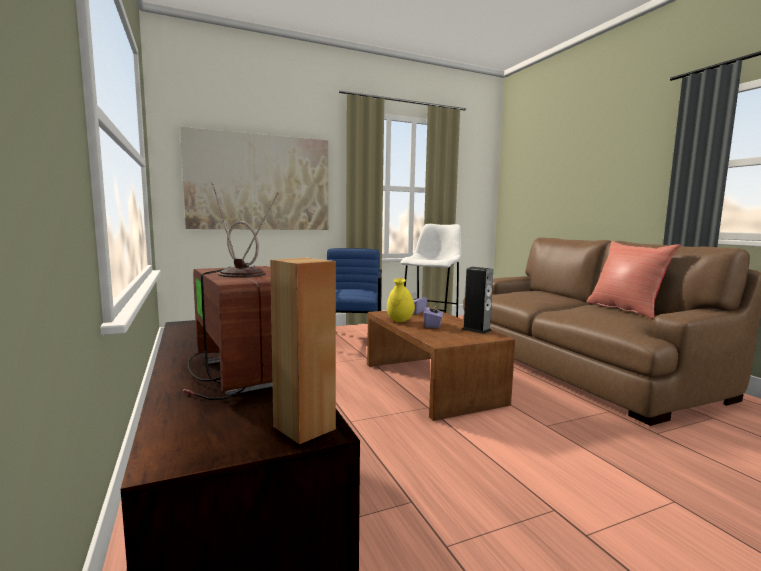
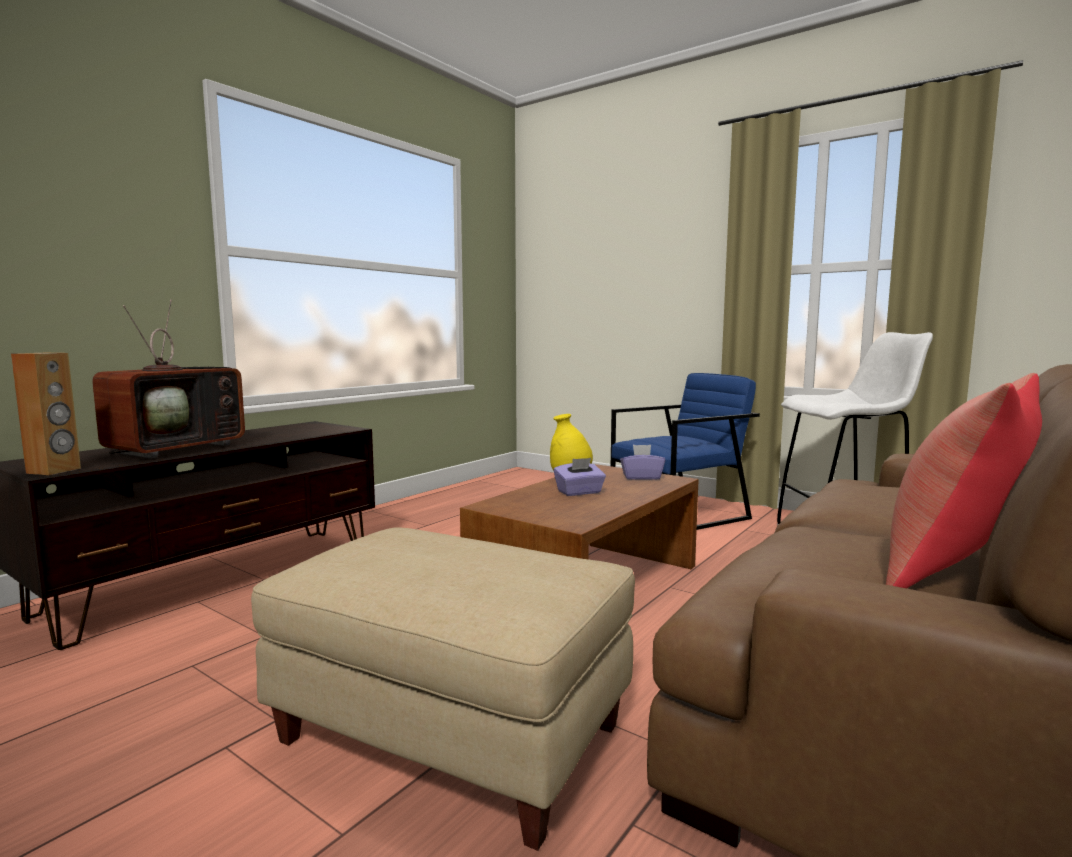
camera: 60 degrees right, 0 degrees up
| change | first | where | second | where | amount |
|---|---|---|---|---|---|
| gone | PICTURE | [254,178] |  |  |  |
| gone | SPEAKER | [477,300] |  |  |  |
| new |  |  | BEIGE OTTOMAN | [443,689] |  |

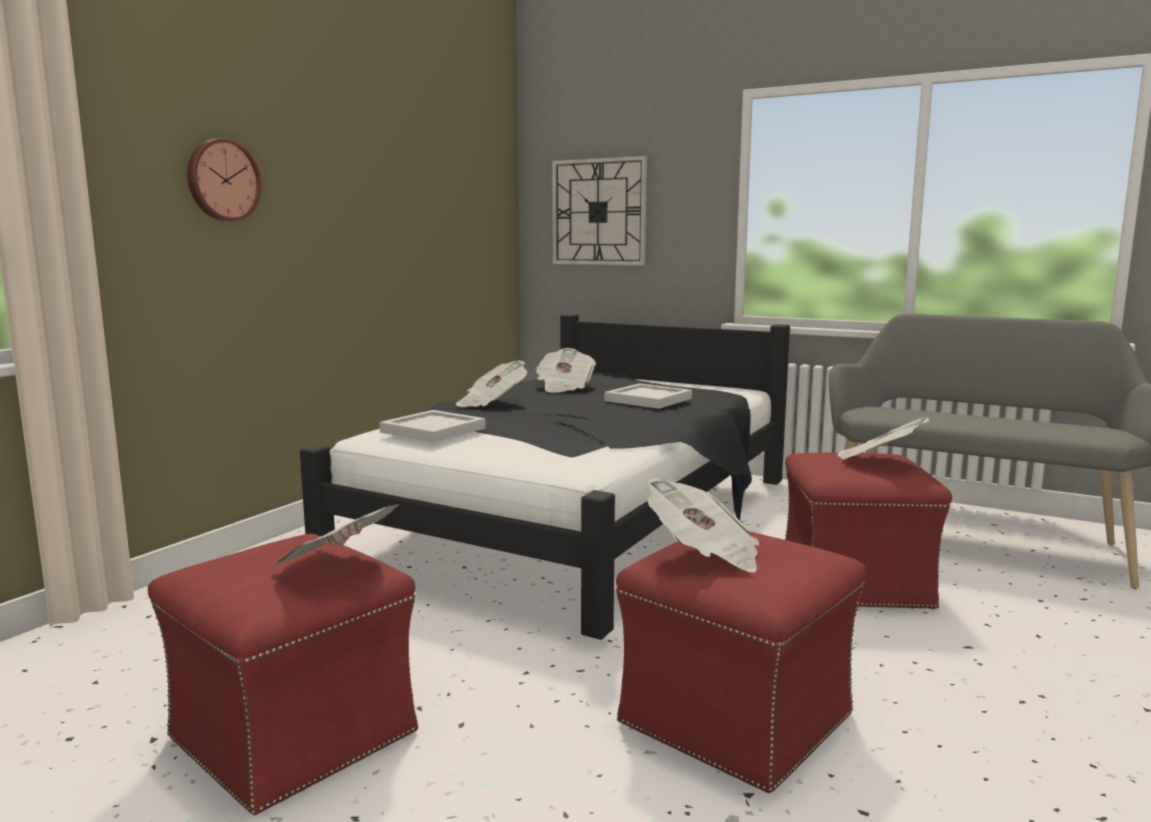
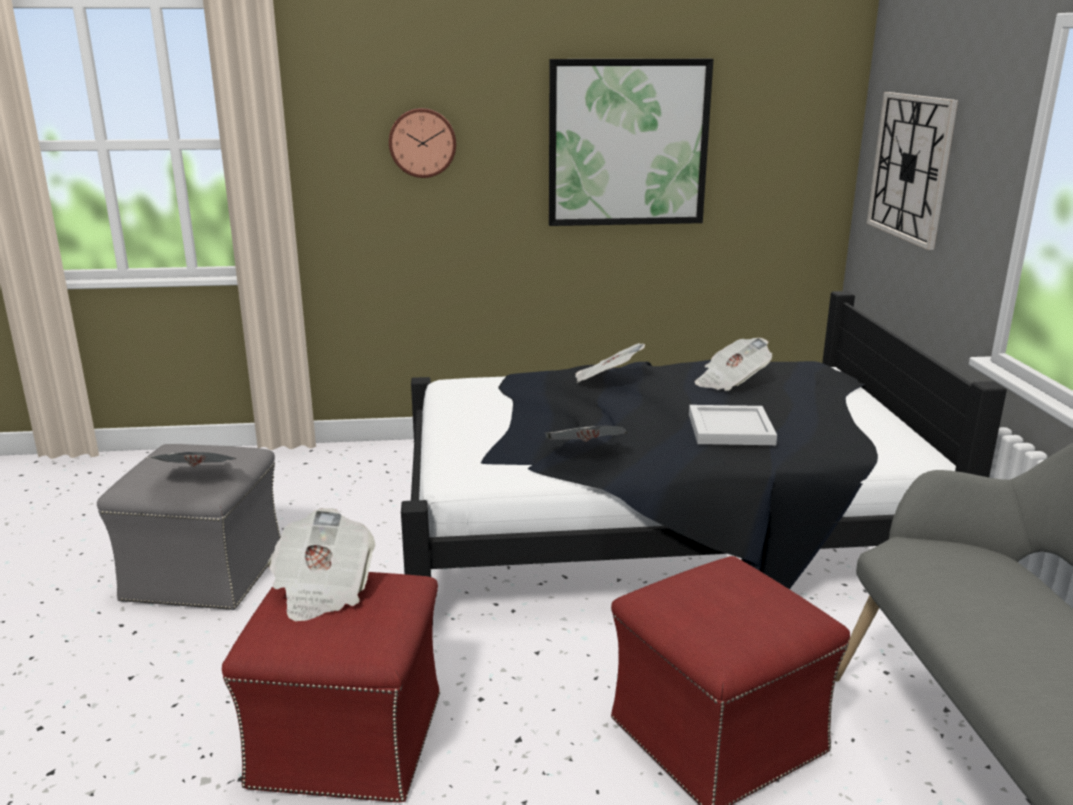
camera: 55 degrees right, 10 degrees up
| change | first | where | second | where | amount |
|---|---|---|---|---|---|
| gone | WHITE TRAY | [432,426] |  |  |  |
| shifted | NEWSPAPER | [883,439] |  | [587,434] |  |
| repainted | RED OTTOMAN | [283,674] | GREY OTTOMAN | [189,527] |  |
| new |  |  | PICTURE | [631,142] |  |

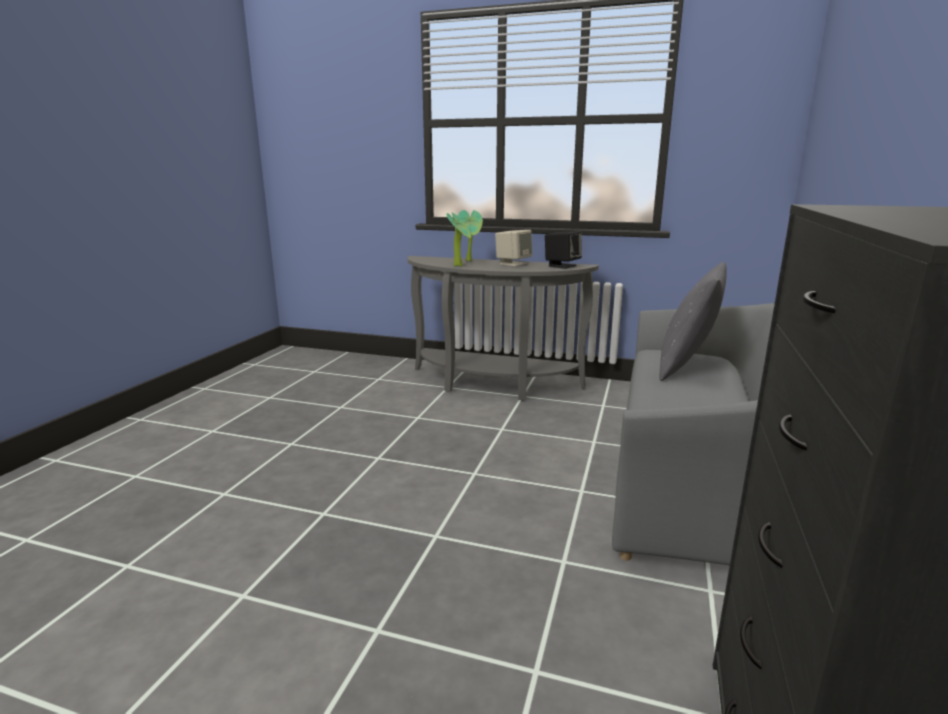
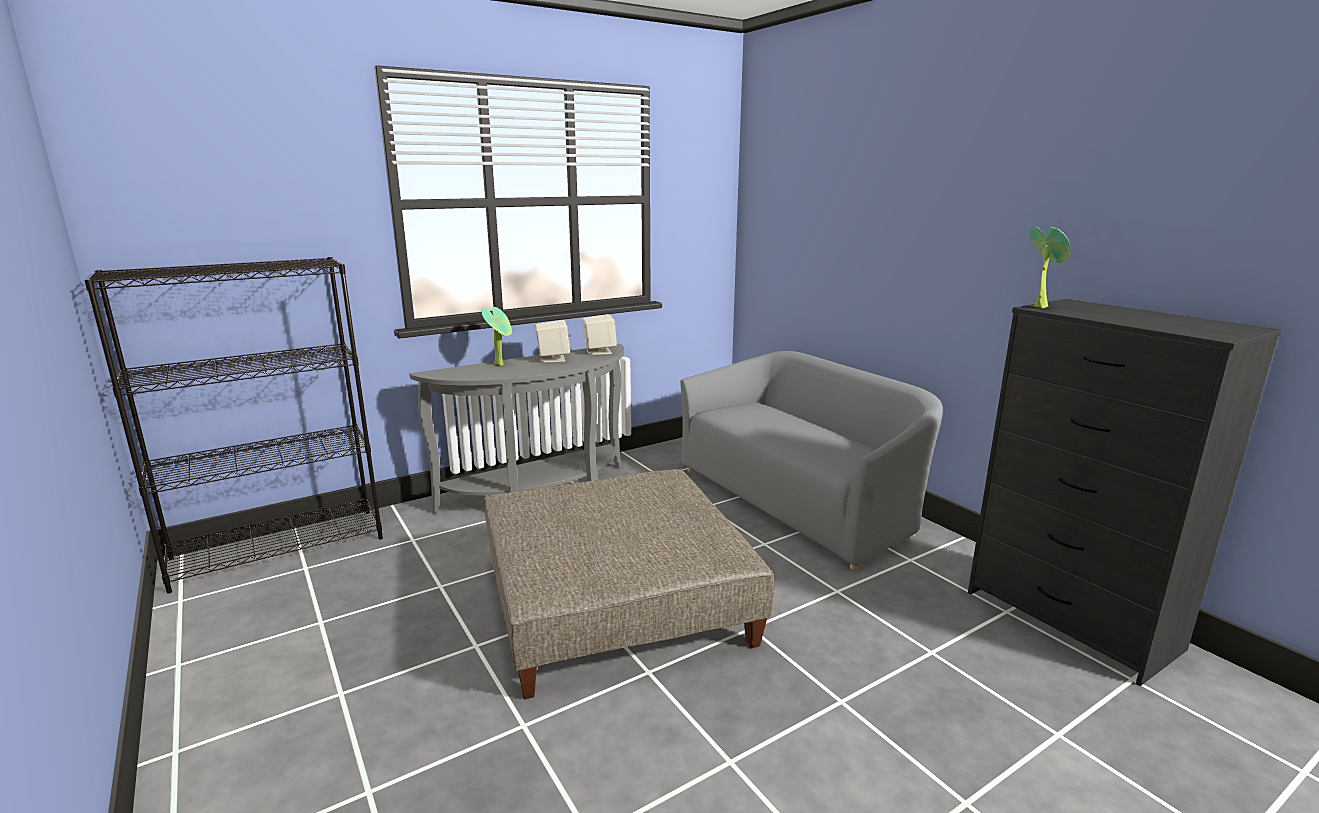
camera: 50 degrees left, 0 degrees up
| change | first | where | second | where | amount |
|---|---|---|---|---|---|
| shifted | POTTED PLANT | [458,239] |  | [1049,267] |  |
| repainted | BLACK SPEAKER | [563,250] | BEIGE SPEAKER | [599,334] |  |
| gone | GREY PILLOW | [693,321] |  |  |  |
| new |  |  | BLACK BOOKCASE | [233,425] |  |
| new |  |  | BEIGE OTTOMAN | [629,584] |  |

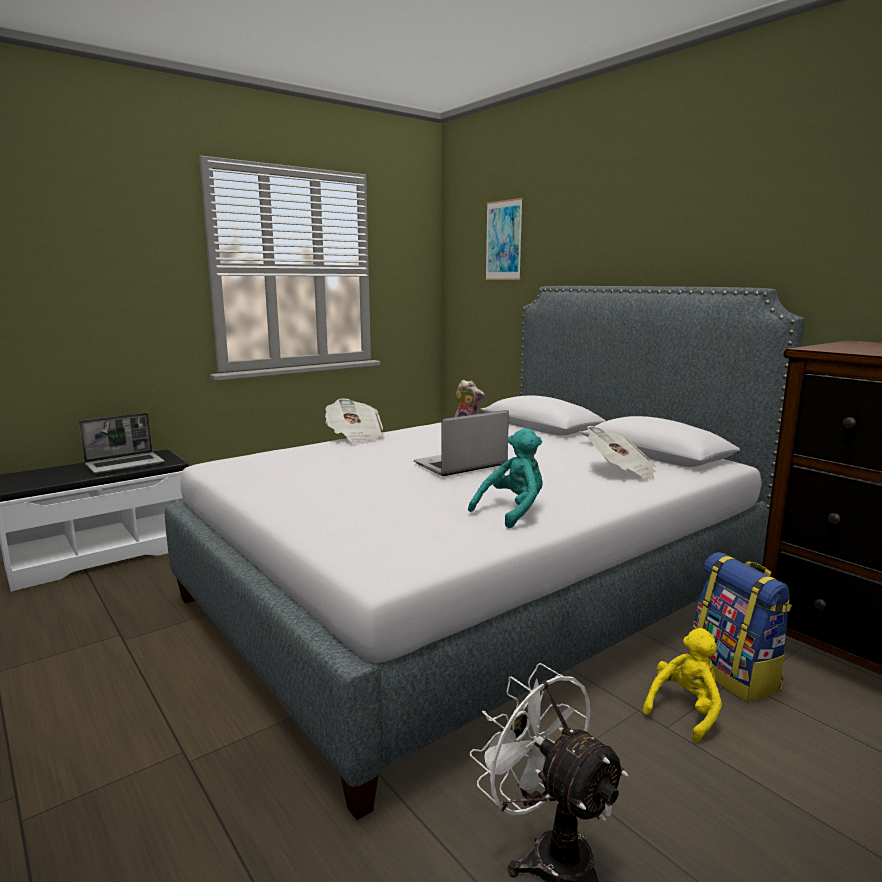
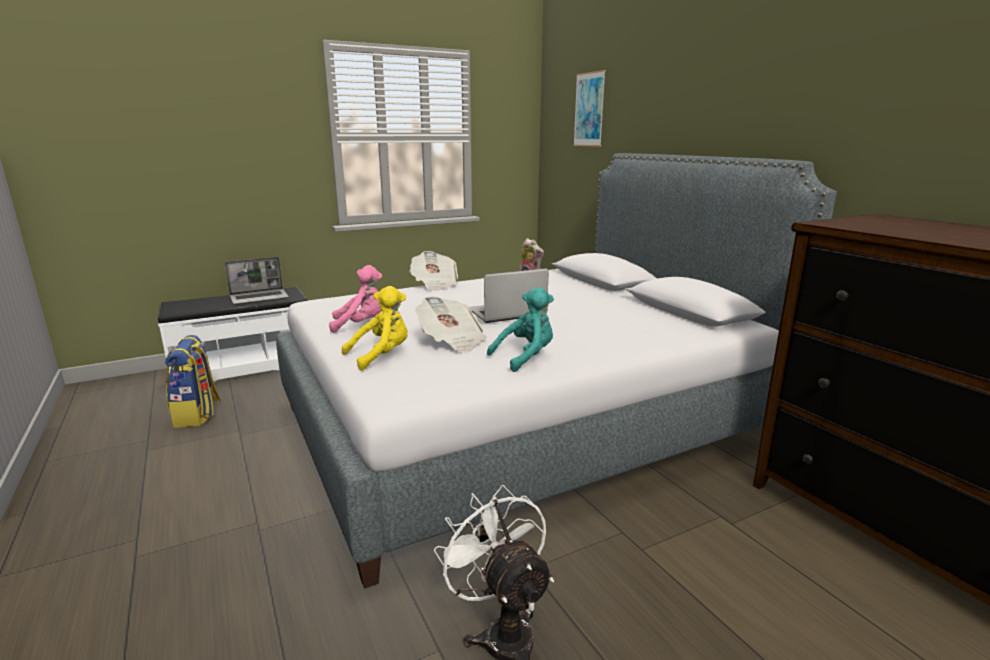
camera: 10 degrees right, 5 degrees up
| change | first | where | second | where | amount |
|---|---|---|---|---|---|
| shifted | NEWSPAPER | [621,453] |  | [451,324] |  |
| shifted | BACKPACK | [742,627] |  | [193,381] |  |
| shifted | YELLOW PLUSH TOY | [682,685] |  | [375,328] |  |
| new |  |  | PINK PLUSH TOY | [355,299] |  |

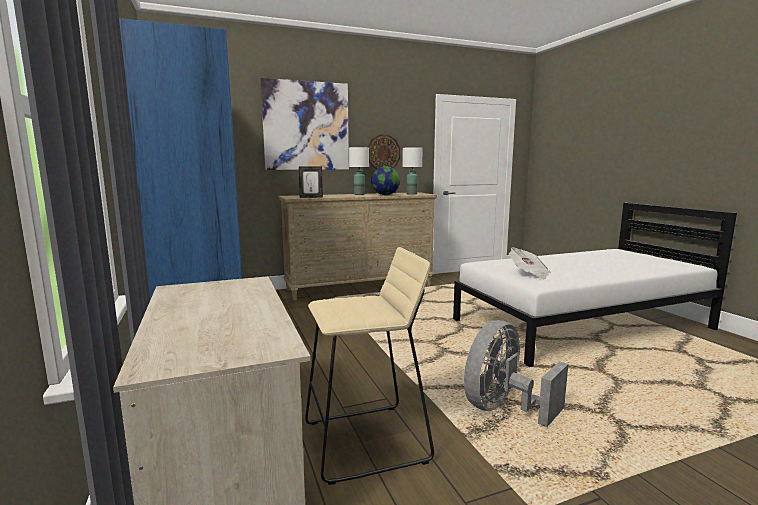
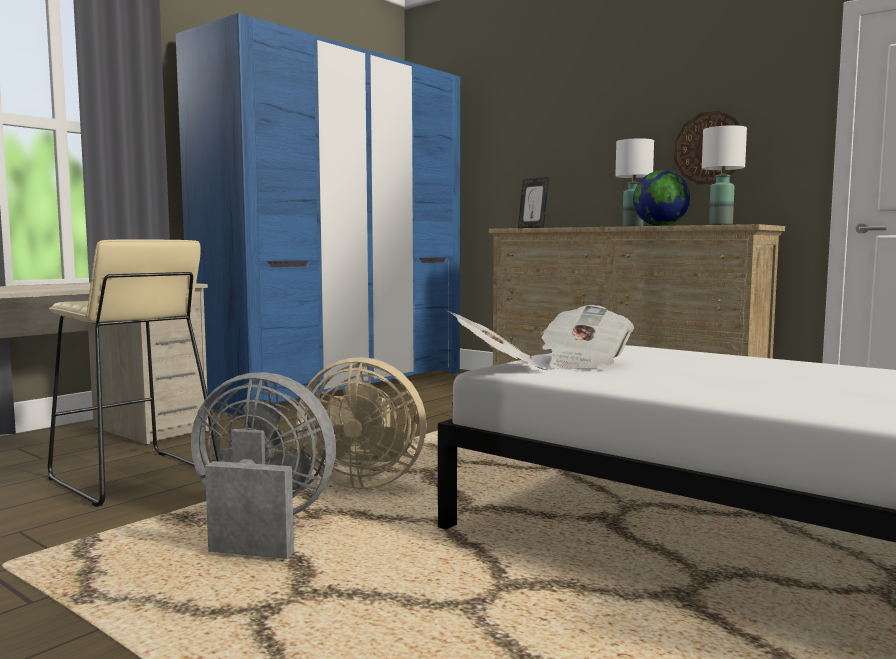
camera: 60 degrees right, 5 degrees down
| change | first | where | second | where | amount |
|---|---|---|---|---|---|
| gone | PICTURE | [305,124] |  |  |  |
| new |  |  | NEWSPAPER | [497,340] |  |
| new |  |  | BEIGE FAN | [361,423] |  |

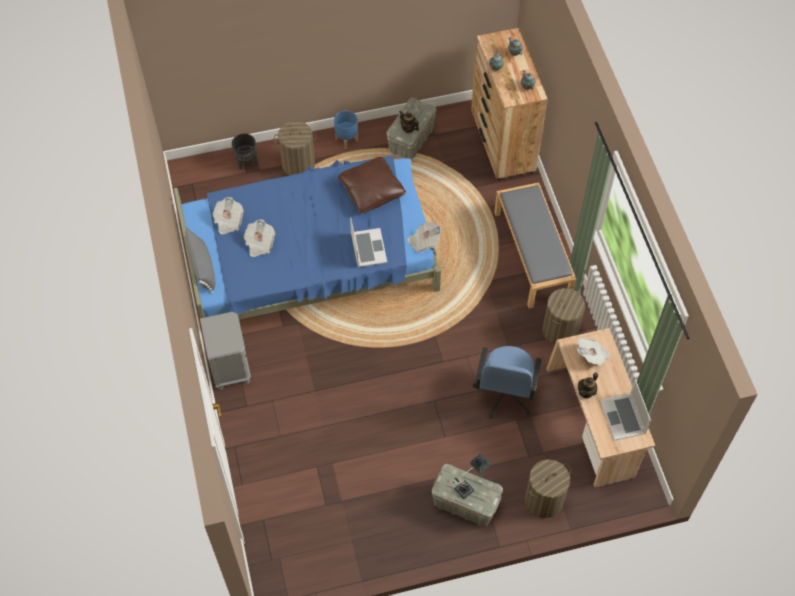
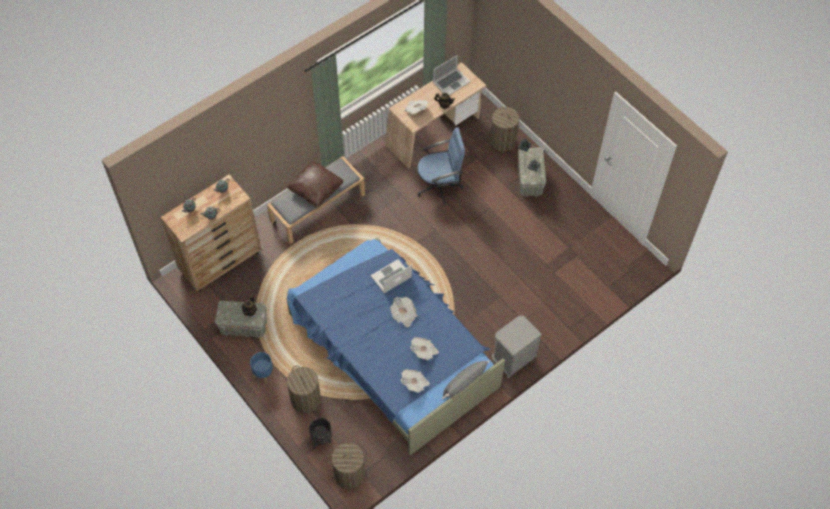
camera: 115 degrees left, 0 degrees up
| change | first | where | second | where | amount |
|---|---|---|---|---|---|
| shifted | BROWN PILLOW | [372,185] |  | [315,184] |  |
| shifted | NEWSPAPER | [424,237] |  | [404,312] |  |
| shifted | LAUNDRY BASKET | [564,316] |  | [348,466] |  |

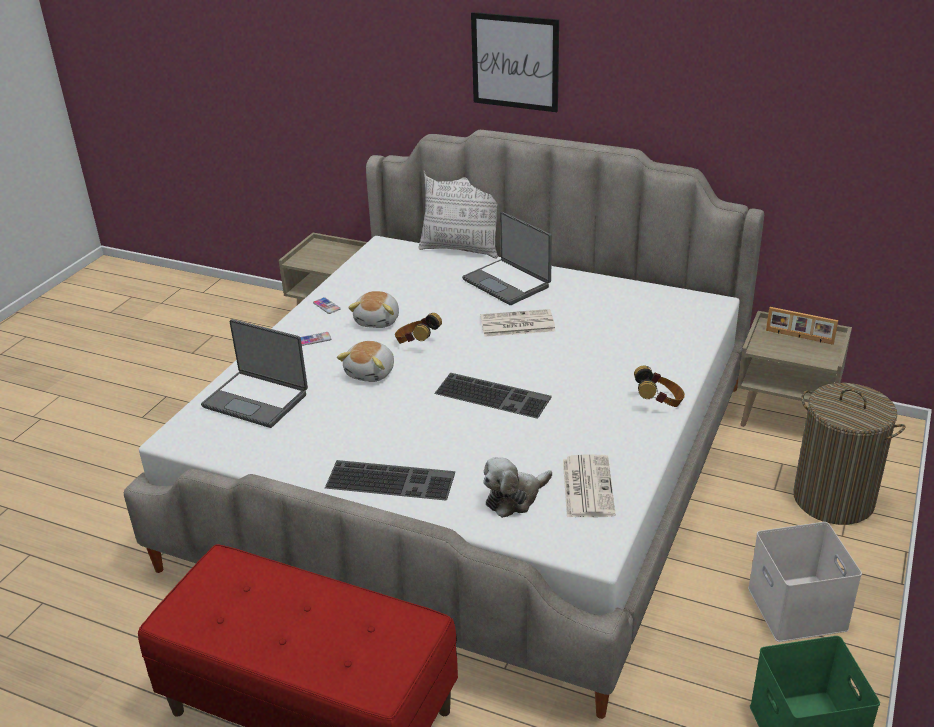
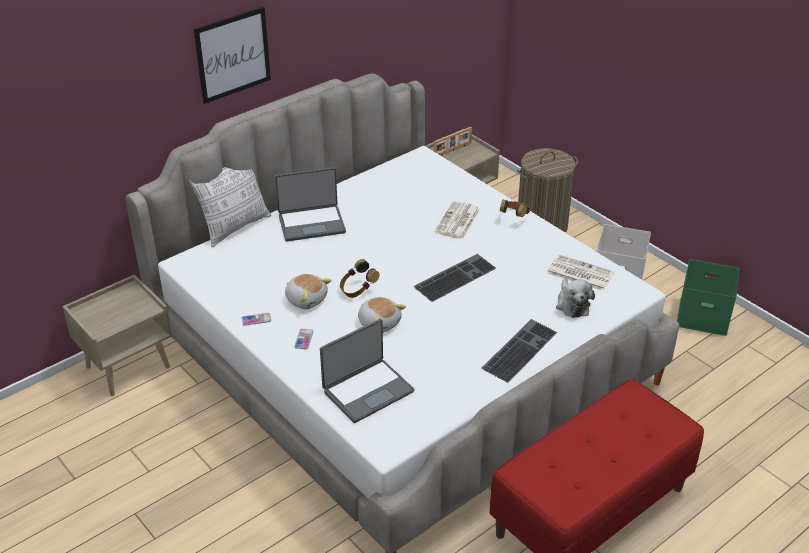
camera: 65 degrees left, 5 degrees up
| change | first | where | second | where | amount |
|---|---|---|---|---|---|
| shifted | NEWSPAPER | [517,323] |  | [457,220] |  |

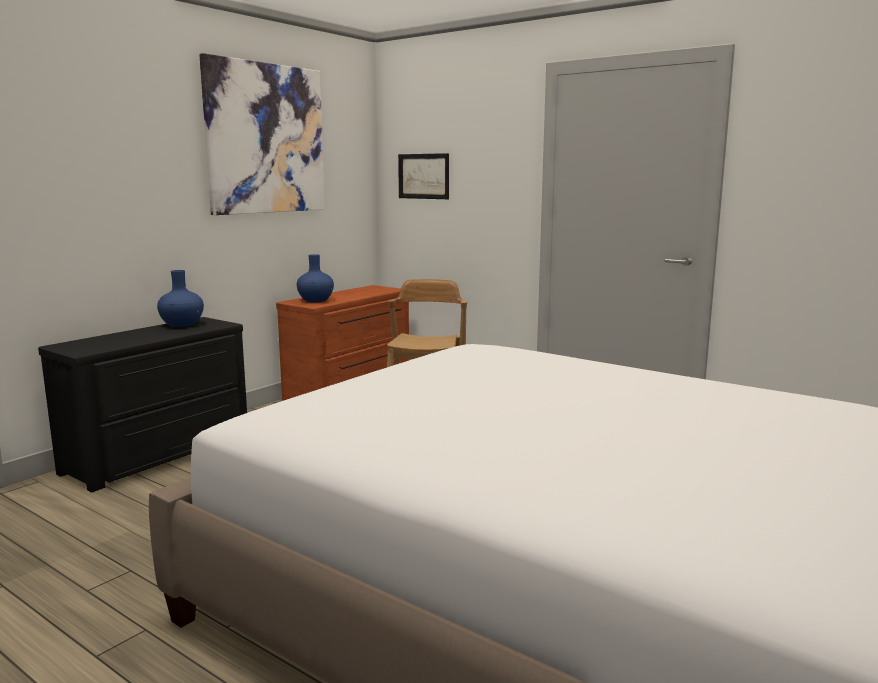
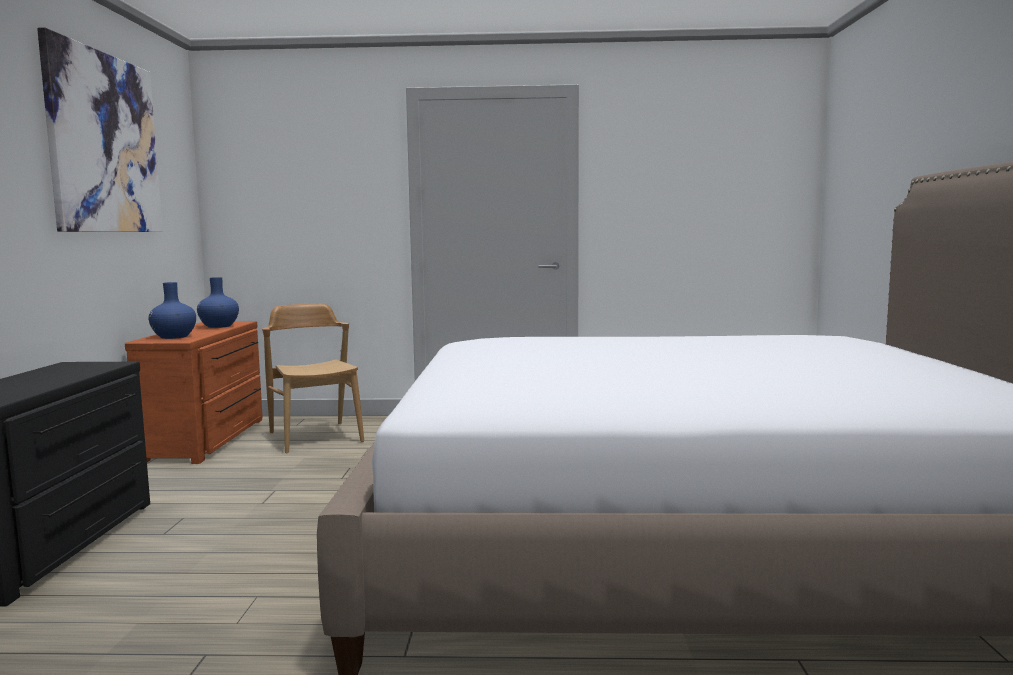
camera: 35 degrees left, 5 degrees down
| change | first | where | second | where | amount |
|---|---|---|---|---|---|
| gone | PICTURE | [423,176] |  |  |  |
| shifted | BLUE VASE | [180,298] |  | [218,302] |  |

